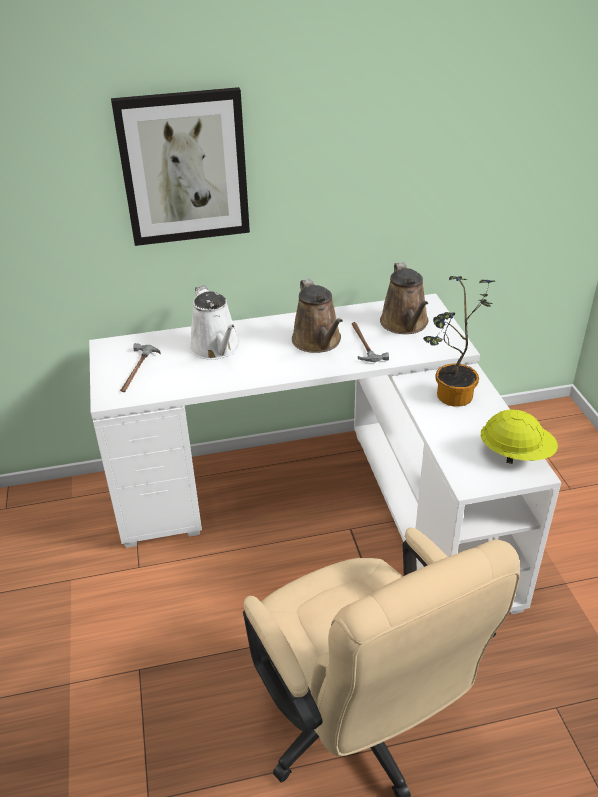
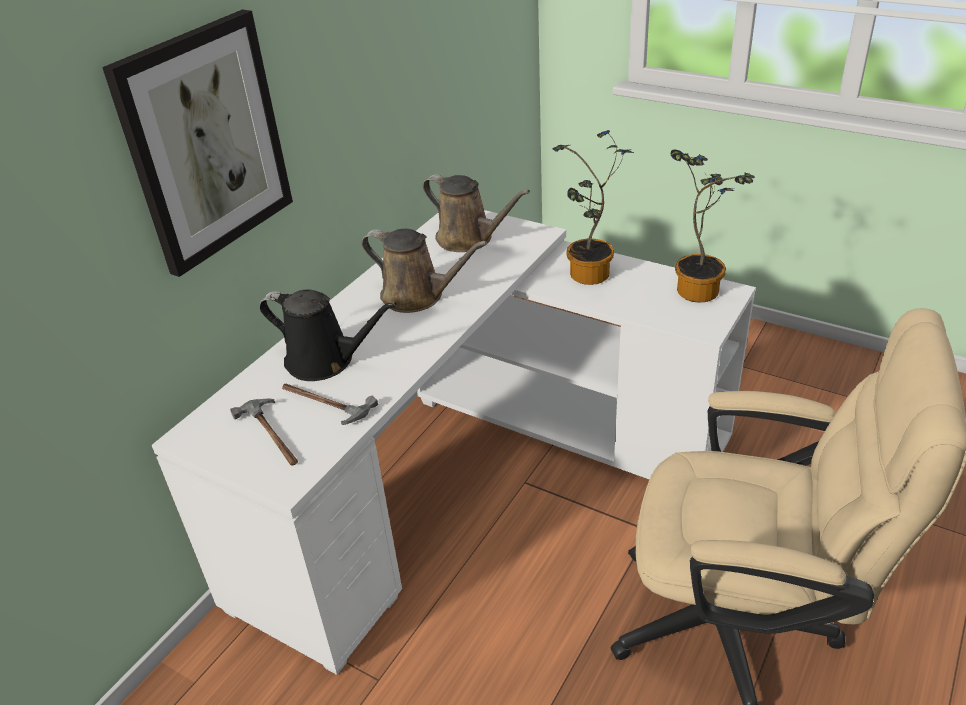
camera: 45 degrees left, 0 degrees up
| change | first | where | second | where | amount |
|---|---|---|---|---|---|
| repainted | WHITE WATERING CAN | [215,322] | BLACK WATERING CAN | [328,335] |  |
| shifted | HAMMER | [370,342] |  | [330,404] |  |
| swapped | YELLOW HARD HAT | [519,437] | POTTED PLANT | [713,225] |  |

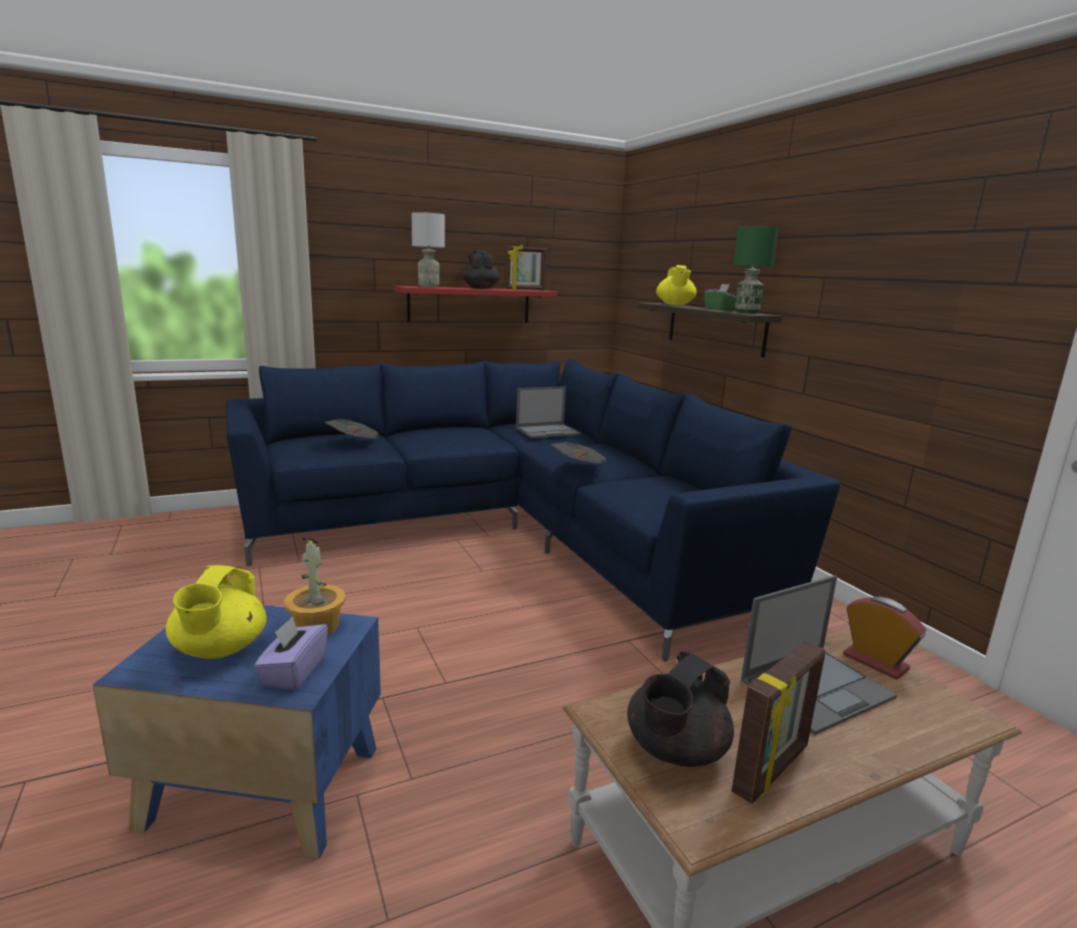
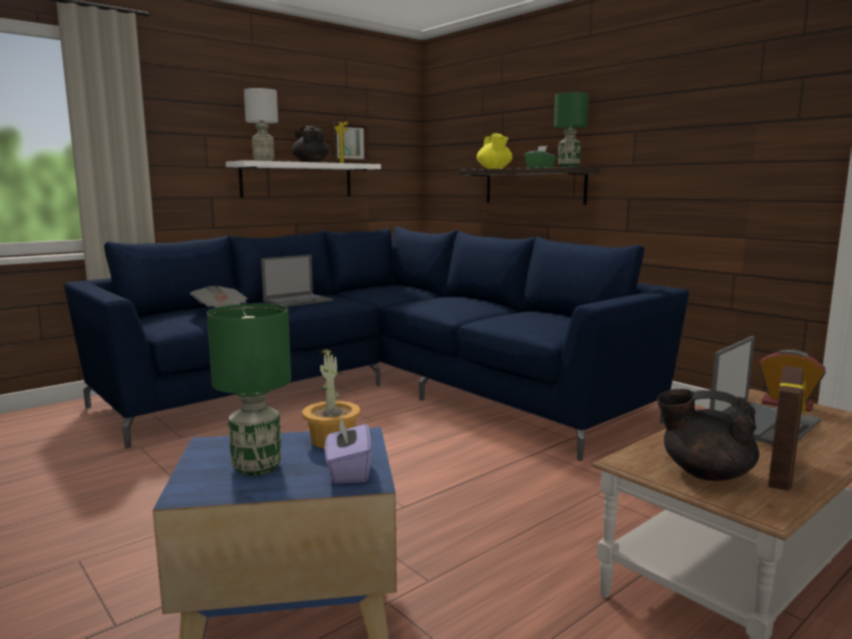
camera: 15 degrees left, 5 degrees down
| change | first | where | second | where | amount |
|---|---|---|---|---|---|
| repainted | RED SHELF | [475,304] | WHITE SHELF | [303,179] |  |
| shifted | LAPTOP | [548,412] |  | [297,281] |  |
| gone | NEWSPAPER | [579,453] |  |  |  |
| swapped | YELLOW TEAPOT | [216,612] | GREEN TABLE LAMP | [249,390] |  |
| rotated | BLACK TEAPOT | [680,709] |  | [708,435] | 90 degrees clockwise |

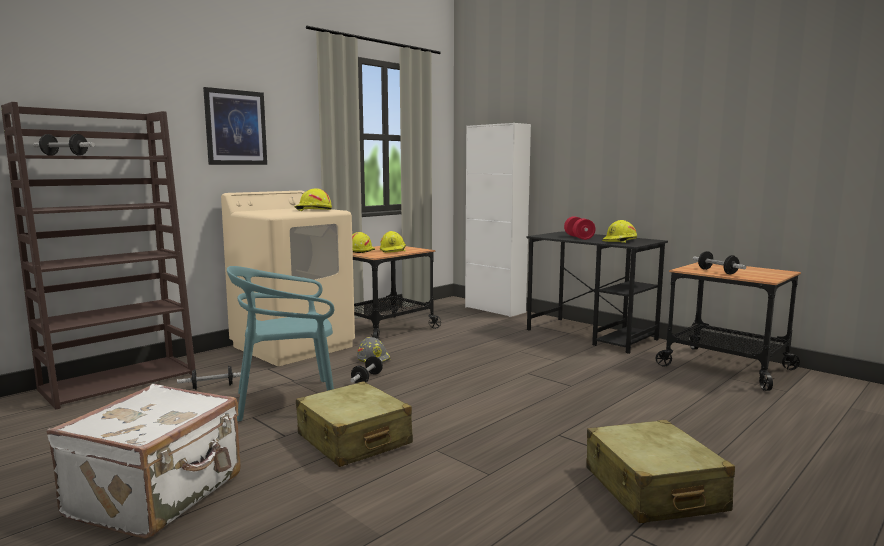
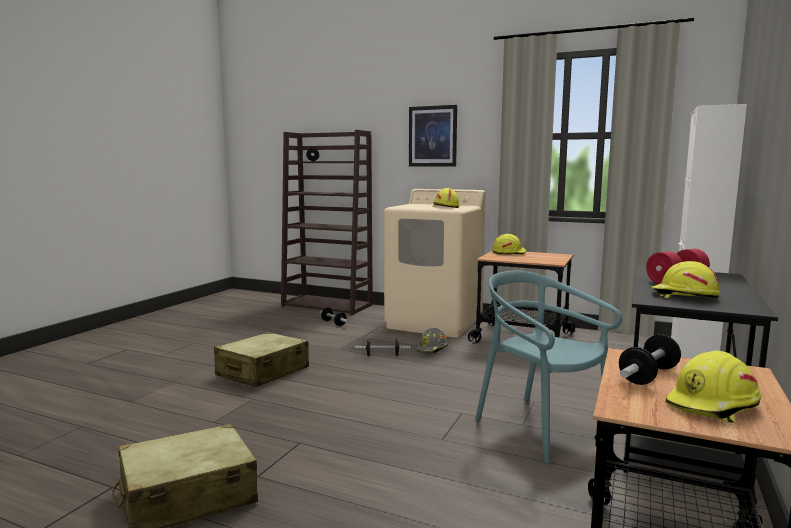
camera: 70 degrees right, 0 degrees up
| change | first | where | second | where | amount |
|---|---|---|---|---|---|
| shifted | YELLOW HARD HAT | [393,242] |  | [713,387] |  |
| shifted | TURQUOISE CHAIR | [280,344] |  | [548,366] |  |
| gone | WHITE SUITCASE | [144,461] |  |  |  |

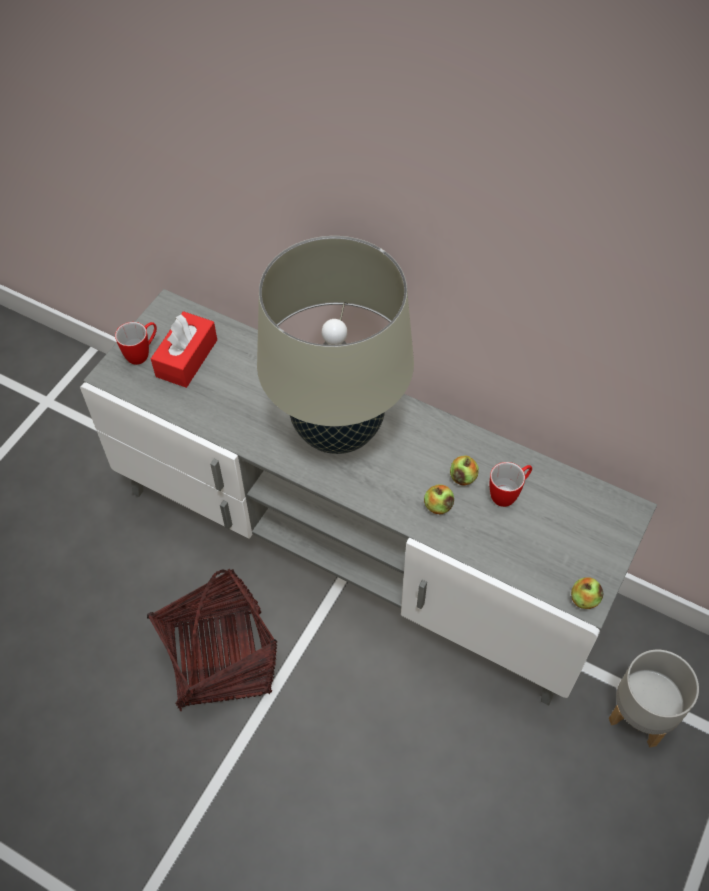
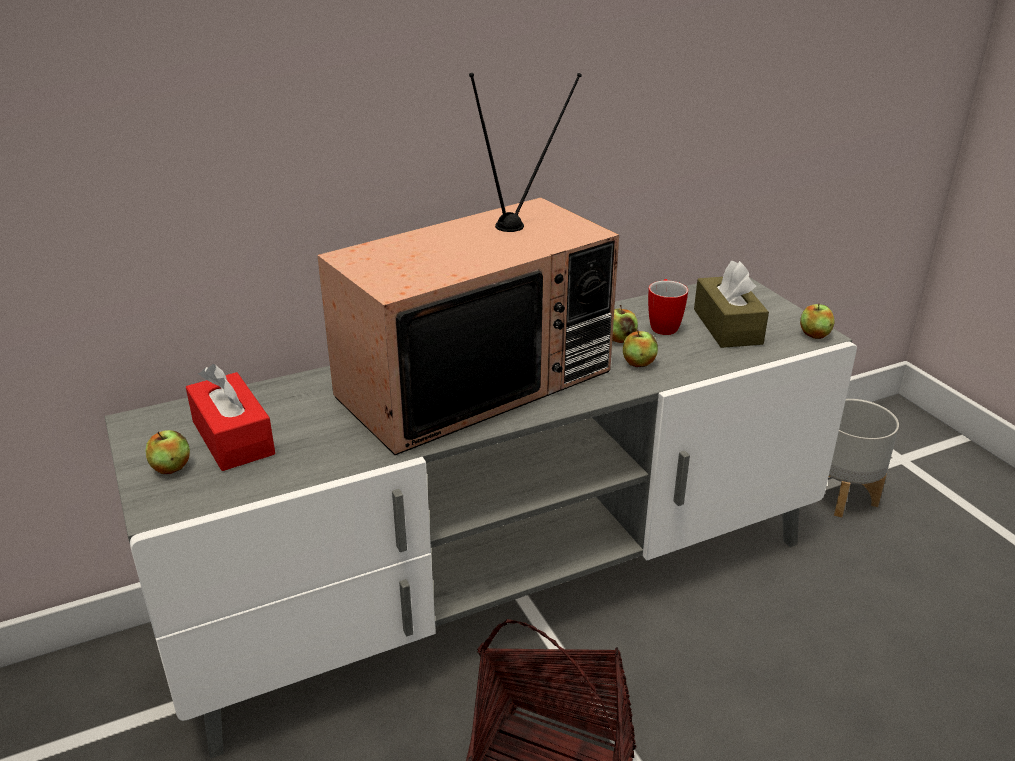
camera: 55 degrees left, 25 degrees down
| change | first | where | second | where | amount |
|---|---|---|---|---|---|
| swapped | BEIGE TABLE LAMP | [335,345] | TELEVISION | [468,264] |  |
| swapped | MUG | [136,343] | APPLE | [167,452] |  |
| new |  |  | BROWN TISSUE BOX | [731,304] |  |

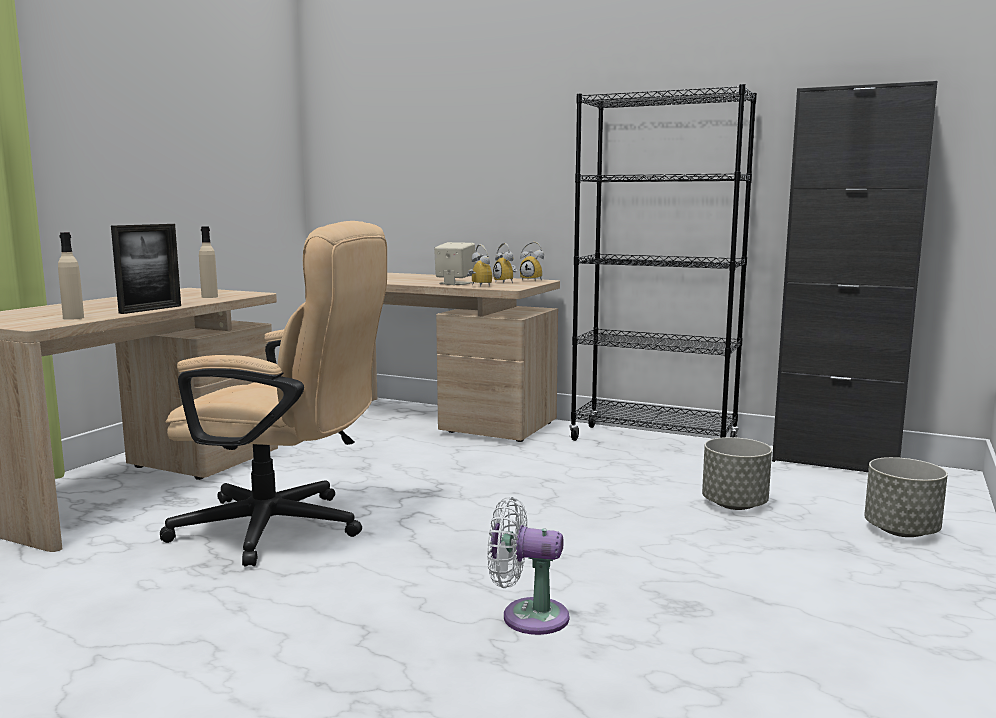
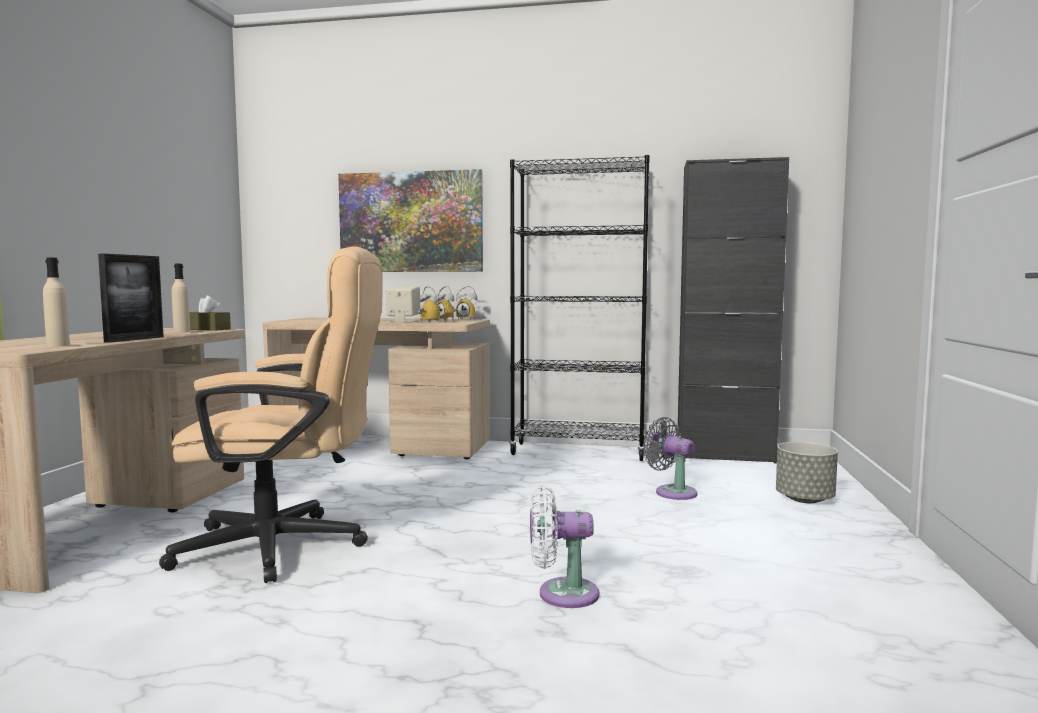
camera: 15 degrees left, 5 degrees down
| change | first | where | second | where | amount |
|---|---|---|---|---|---|
| swapped | GREY PLANTER | [737,473] | GREY FAN | [670,458] |  |
| new |  |  | PICTURE | [410,220] |  |
| new |  |  | BROWN TISSUE BOX | [210,313] |  |

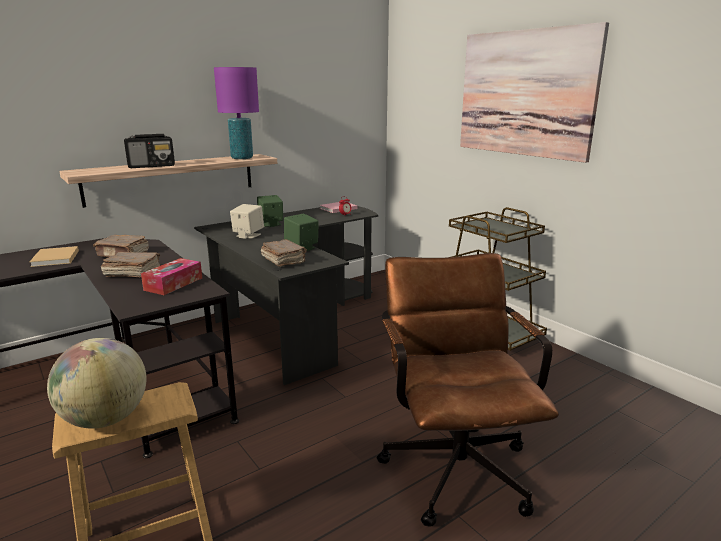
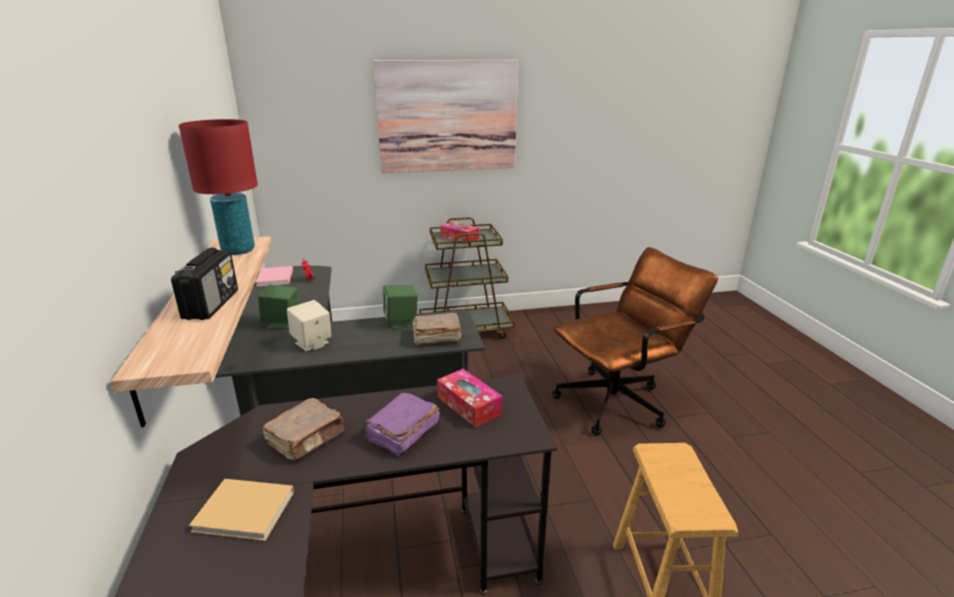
camera: 65 degrees left, 5 degrees up
| change | first | where | second | where | amount |
|---|---|---|---|---|---|
| repainted | PURPLE TABLE LAMP | [236,113] | RED TABLE LAMP | [218,187] |  |
| repainted | BROWN BOOK | [130,264] | PURPLE BOOK | [402,424] |  |
| rotated | BROWN OFFICE CHAIR | [467,389] |  | [635,341] | 135 degrees clockwise |
| gone | GLOBE | [96,383] |  |  |  |
| new |  |  | TISSUE BOX | [459,233] |  |

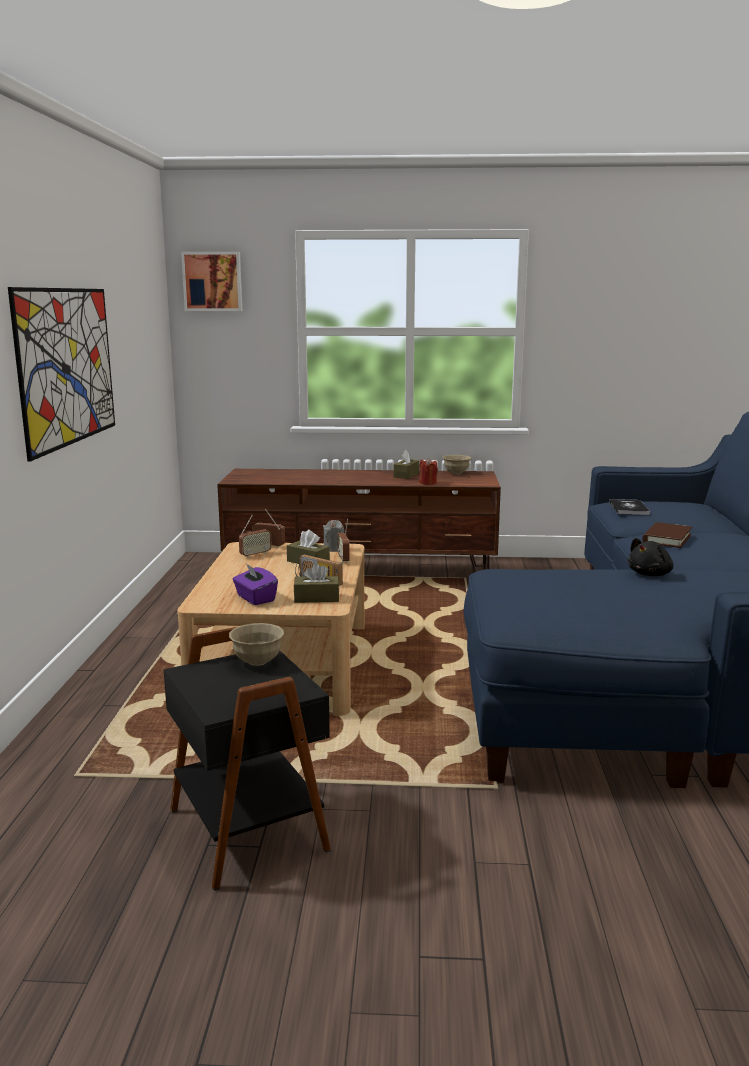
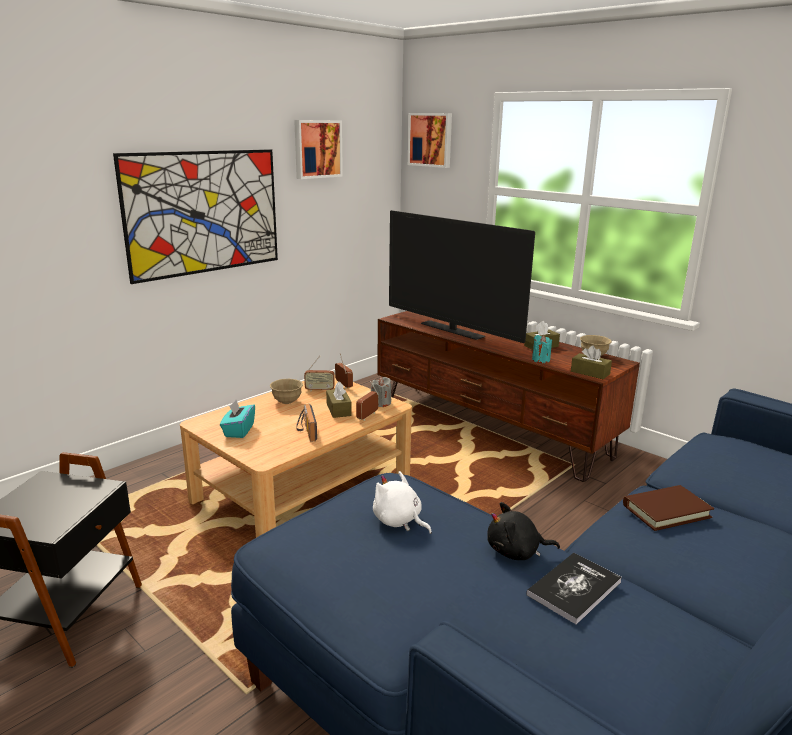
camera: 40 degrees right, 5 degrees up
| change | first | where | second | where | amount |
|---|---|---|---|---|---|
| repainted | RED CANDLE | [428,471] | TURQUOISE CANDLE | [542,349] |  |
| shifted | BOOK | [629,507] |  | [574,589] |  |
| repainted | PURPLE TISSUE BOX | [255,584] | TURQUOISE TISSUE BOX | [237,419] |  |
| shifted | BROWN TISSUE BOX | [316,583] |  | [591,362] |  |
| shifted | BEIGE BOWL | [256,644] |  | [286,391] |  |
| new |  |  | PICTURE | [318,149] |  |
| new |  |  | TELEVISION | [462,276] |  |
| new |  |  | WHITE PLUSH TOY | [402,502] |  |

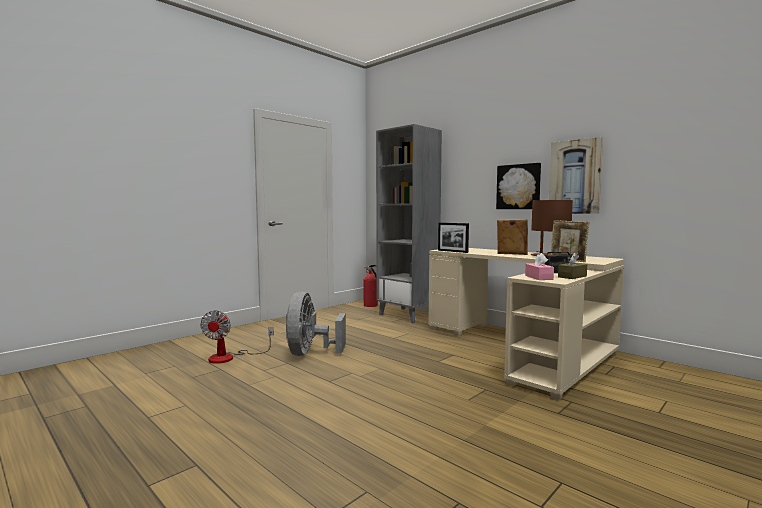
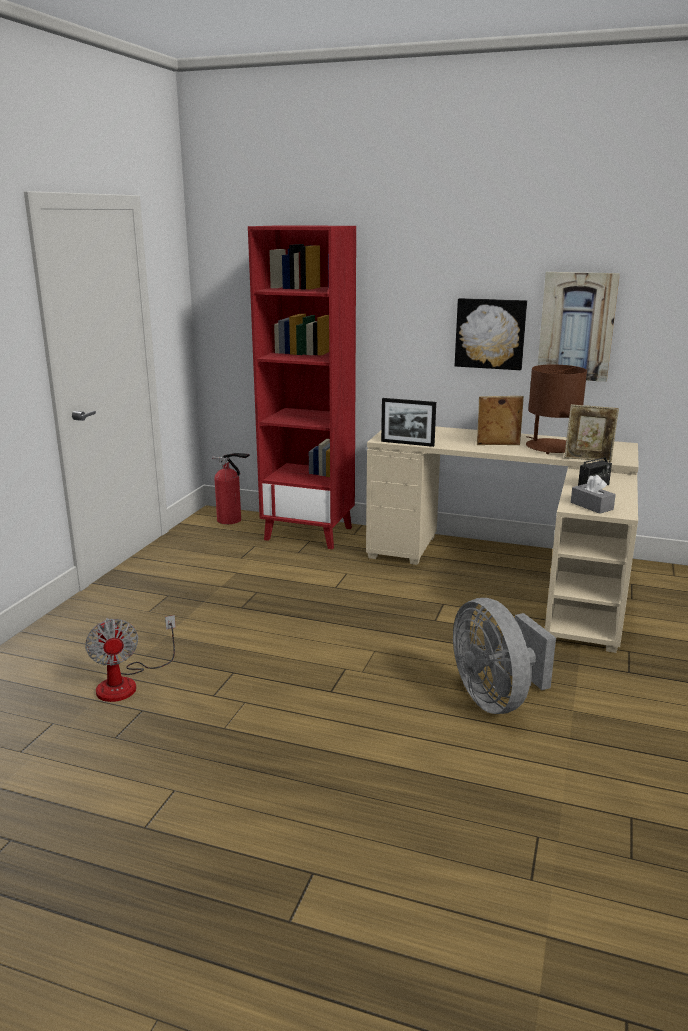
camera: 25 degrees left, 15 degrees up
| change | first | where | second | where | amount |
|---|---|---|---|---|---|
| repainted | GREY BOOKCASE | [409,223] | RED BOOKCASE | [302,387] |  |
| repainted | PINK TISSUE BOX | [539,266] | GREY TISSUE BOX | [593,494] |  |
| gone | BROWN TISSUE BOX | [572,266] |  |  |  |
| shifted | GREY FAN | [316,324] |  | [504,656] |  |

